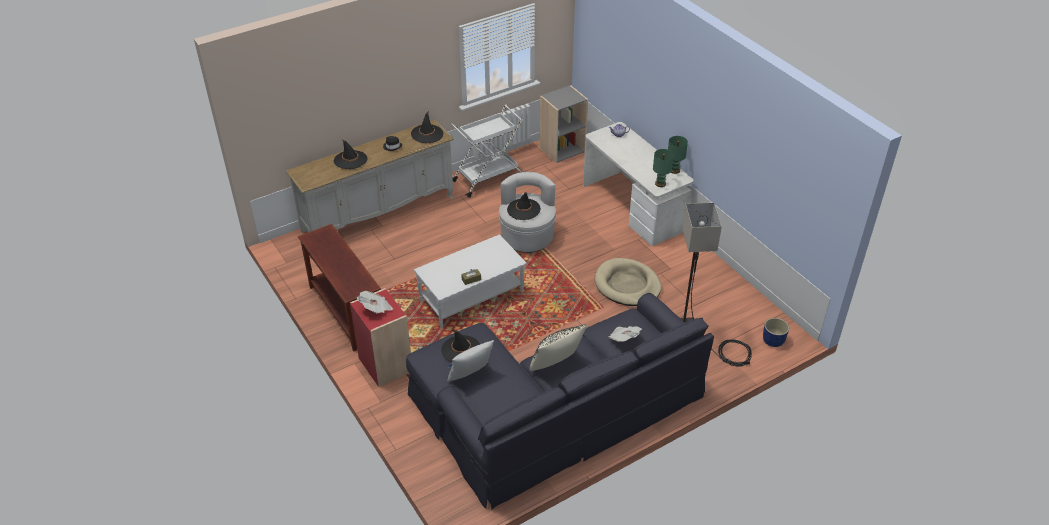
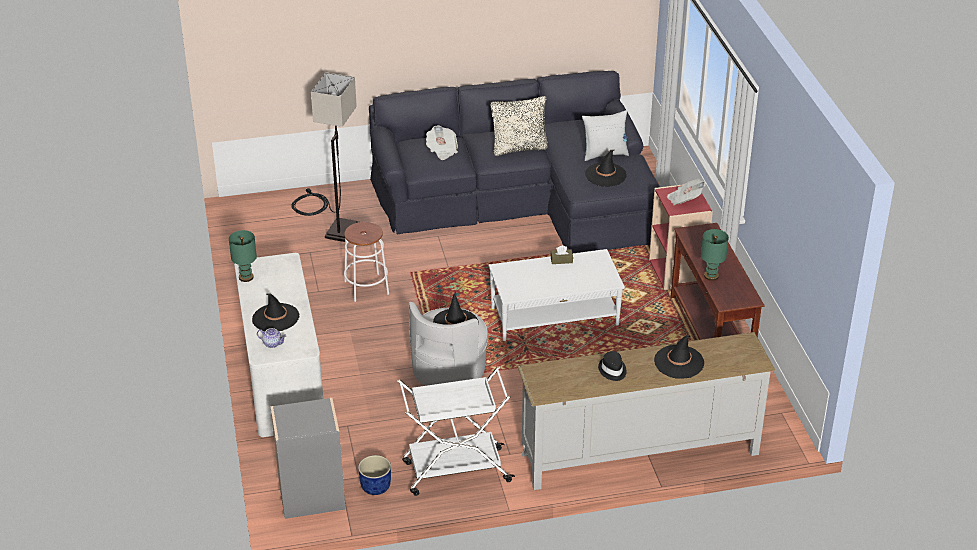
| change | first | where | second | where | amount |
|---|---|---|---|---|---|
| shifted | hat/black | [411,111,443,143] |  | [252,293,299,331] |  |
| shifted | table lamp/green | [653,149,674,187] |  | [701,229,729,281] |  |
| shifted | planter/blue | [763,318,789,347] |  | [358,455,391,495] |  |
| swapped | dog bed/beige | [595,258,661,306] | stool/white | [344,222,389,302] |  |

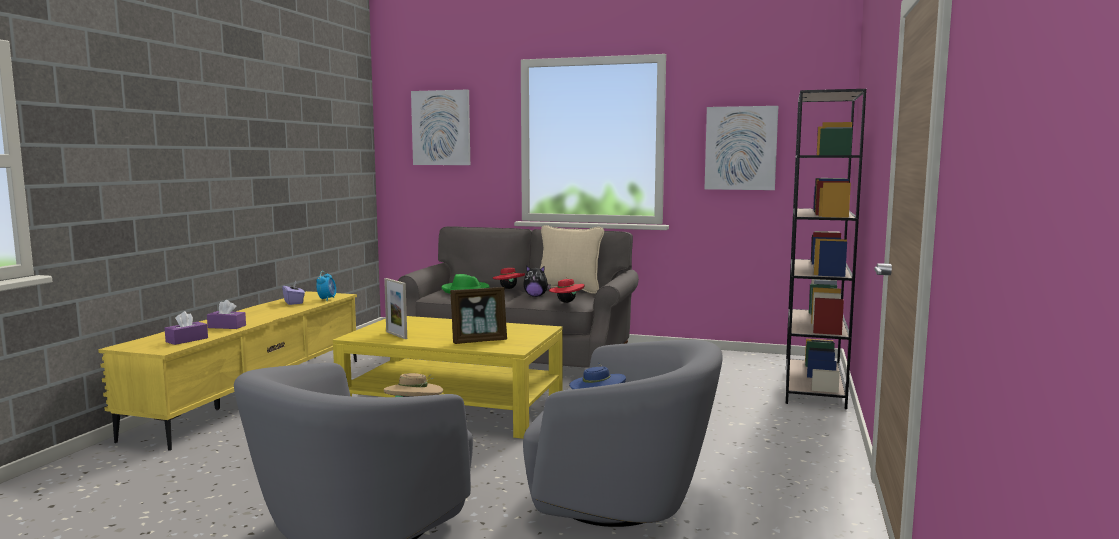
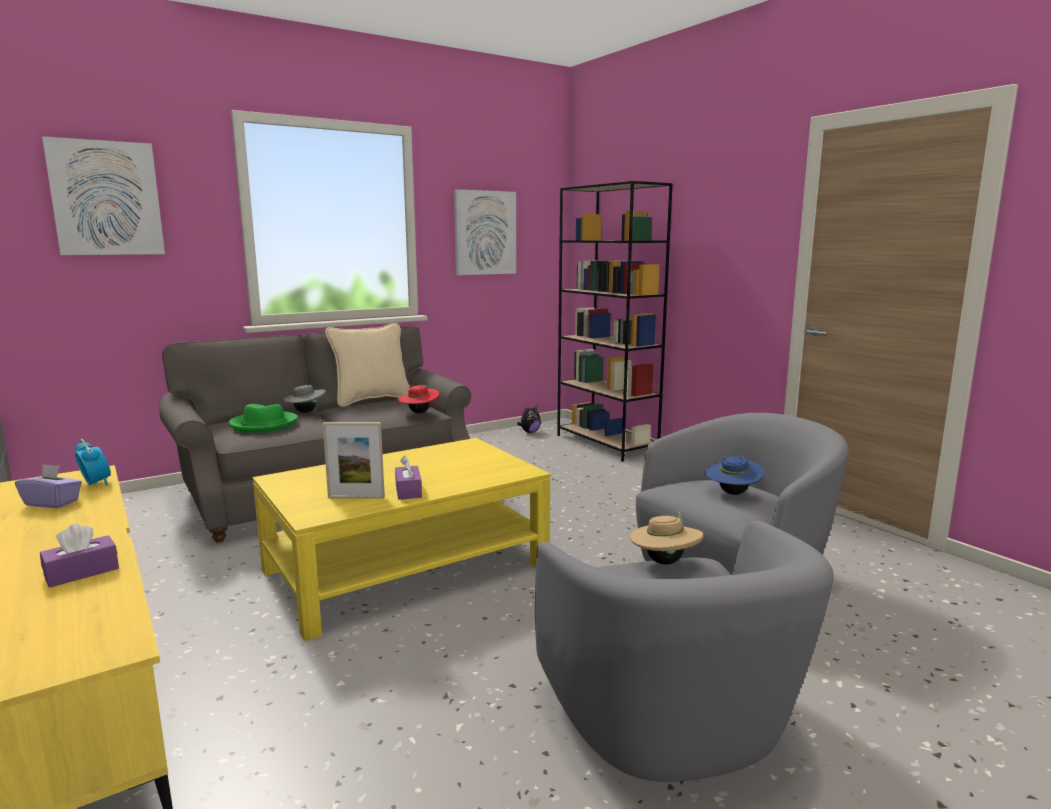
| change | first | where | second | where | amount |
|---|---|---|---|---|---|
| gone | picture frame | [450,287,507,344] |  |  |  |
| shifted | tissue box/purple | [165,311,208,345] |  | [395,456,422,500] |  |
| shifted | plush toy | [523,266,551,297] |  | [517,405,541,433] |  |
| repainted | hat/red | [493,266,525,289] | hat/grey | [283,383,326,413] |  |

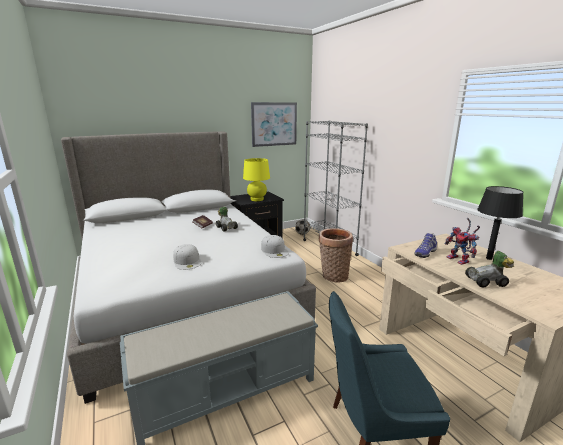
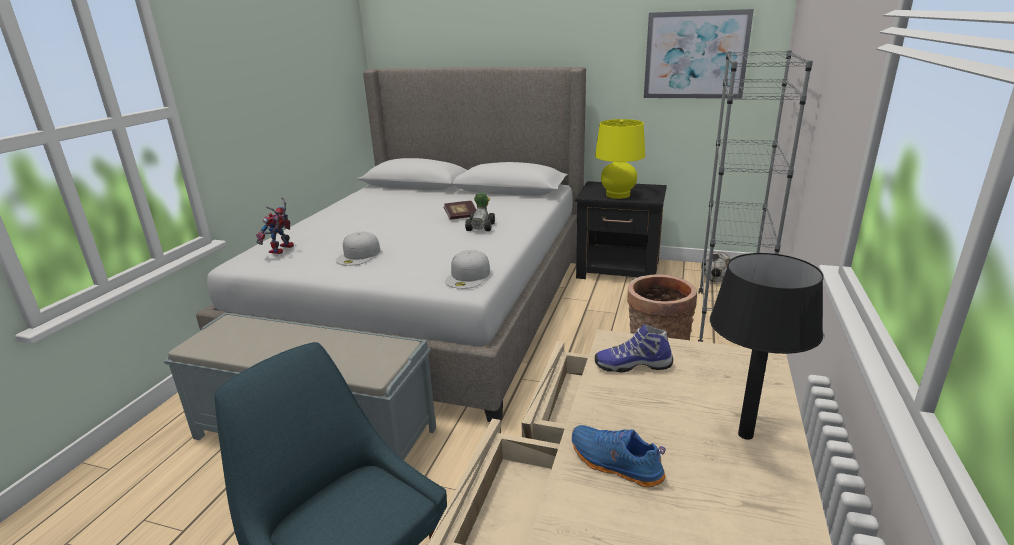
| change | first | where | second | where | amount |
|---|---|---|---|---|---|
| shifted | toy robot | [444,218,480,265] |  | [256,197,294,254] |  |
| swapped | toy car | [465,251,514,288] | shoe/blue | [572,425,666,487] |  |

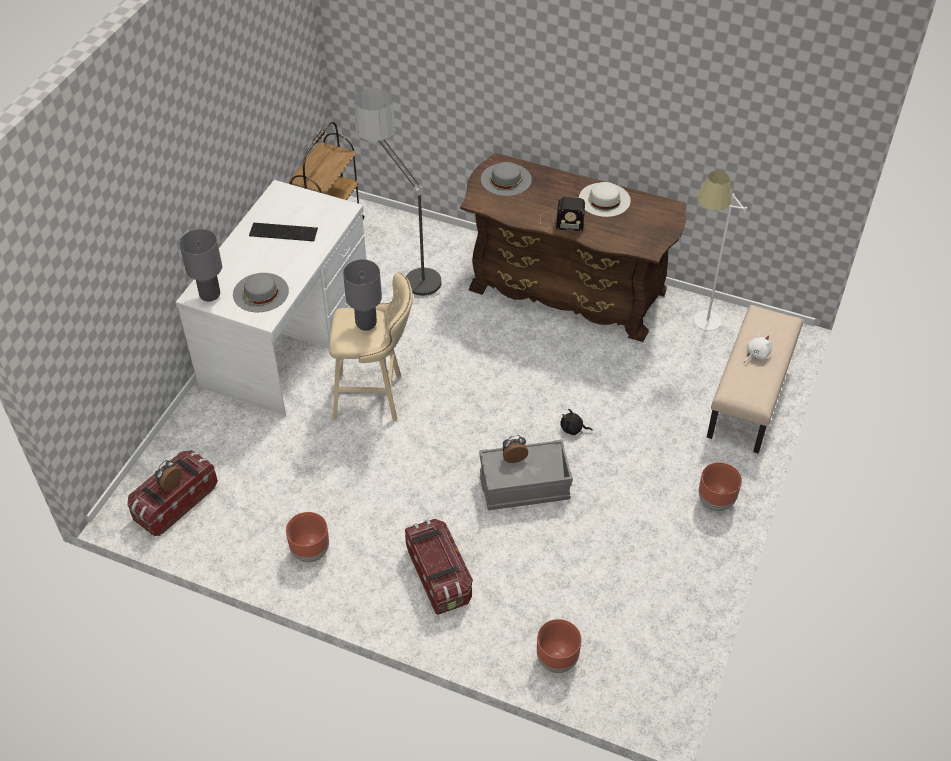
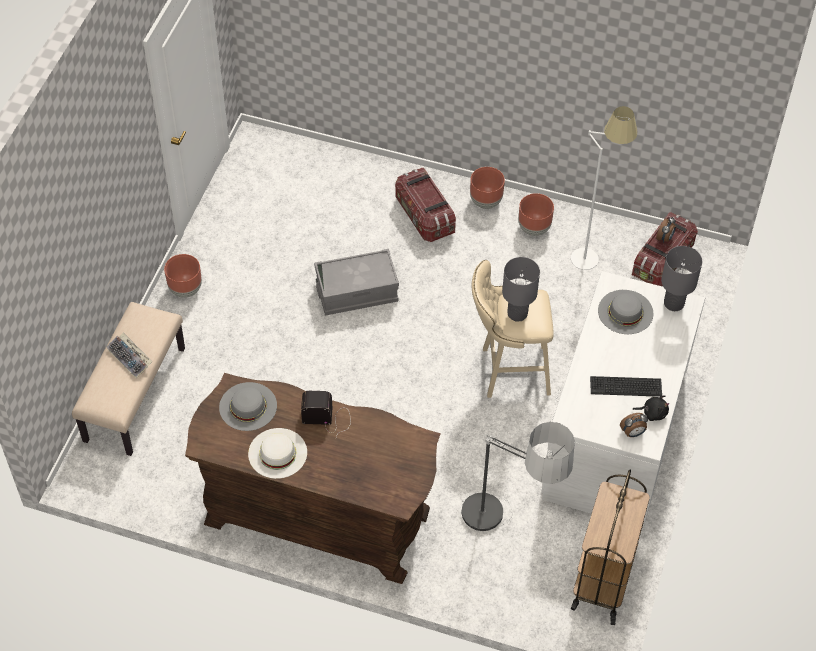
| change | first | where | second | where | amount |
|---|---|---|---|---|---|
| shifted | hat/grey | [481,162,532,196] |  | [219,382,277,431] |  |
| shifted | alarm clock | [503,435,528,463] |  | [620,413,648,437] |  |
| shifted | planter/brown | [537,619,582,673] |  | [470,167,505,209] |  |
| shifted | plush toy/black | [560,409,593,435] |  | [632,395,669,421] |  |
| shifted | floor lamp/white | [694,171,747,331] |  | [571,106,637,270] |  |
| swapped | plush toy/white | [744,333,772,363] | keyboard | [107,333,152,379] |  |

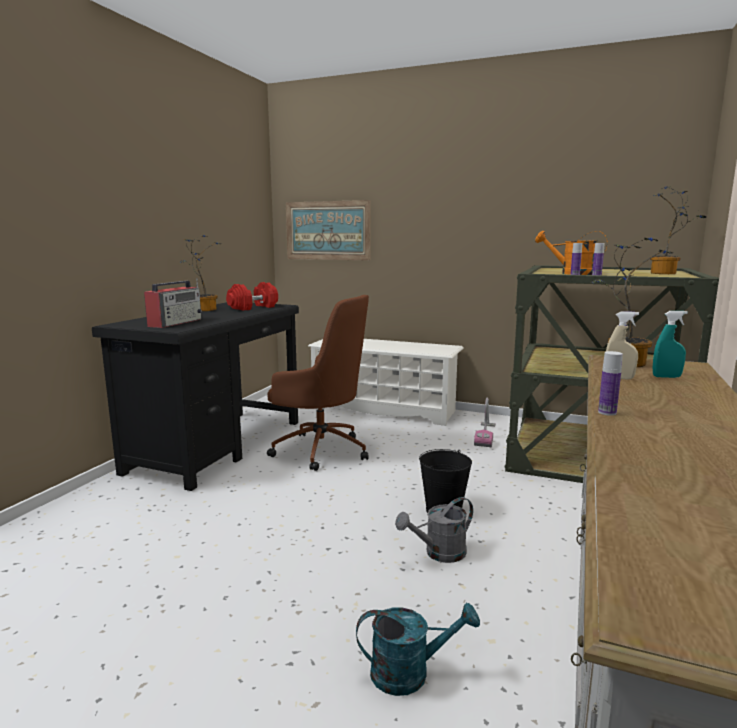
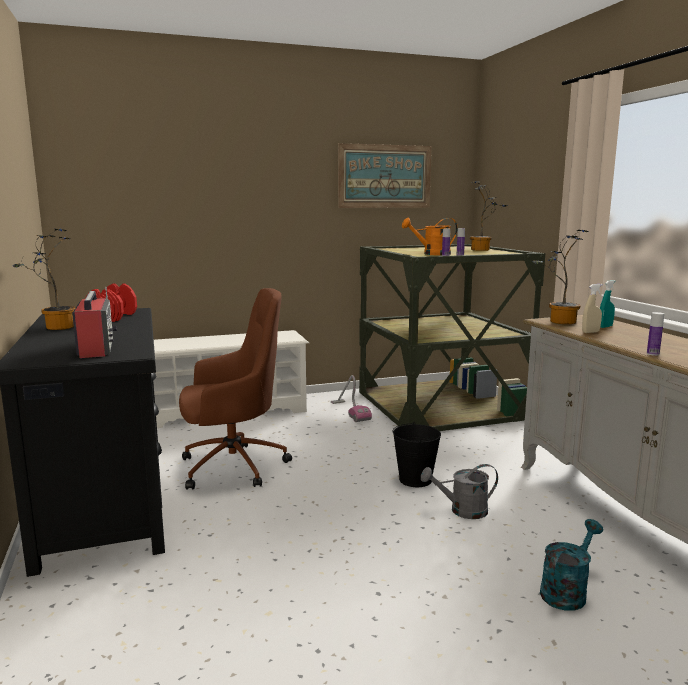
| change | first | where | second | where | amount |
|---|---|---|---|---|---|
| shifted | picture | [286,200,371,261] |  | [338,143,432,208] |  |
| rotated | watering can/grey | [395,497,473,563] |  | [421,464,498,519] | 60 degrees clockwise |

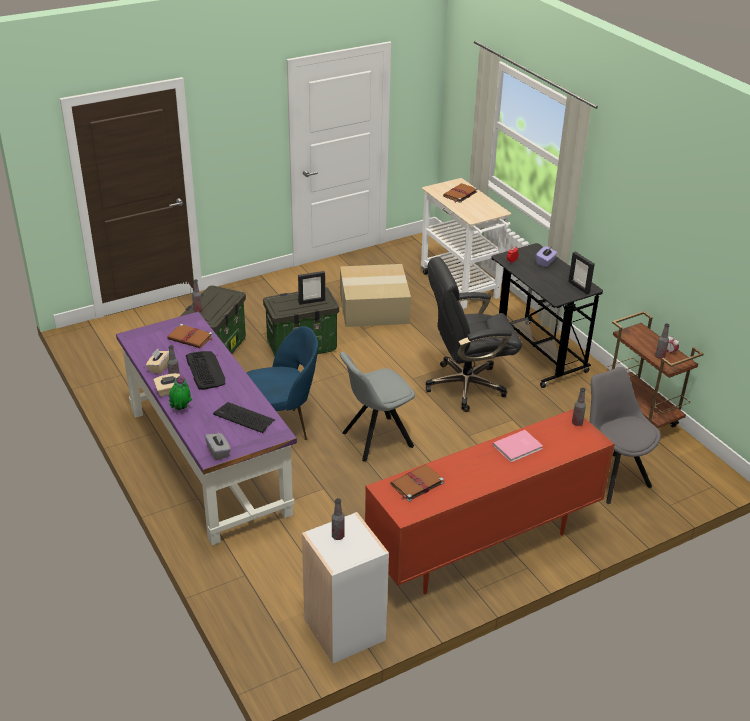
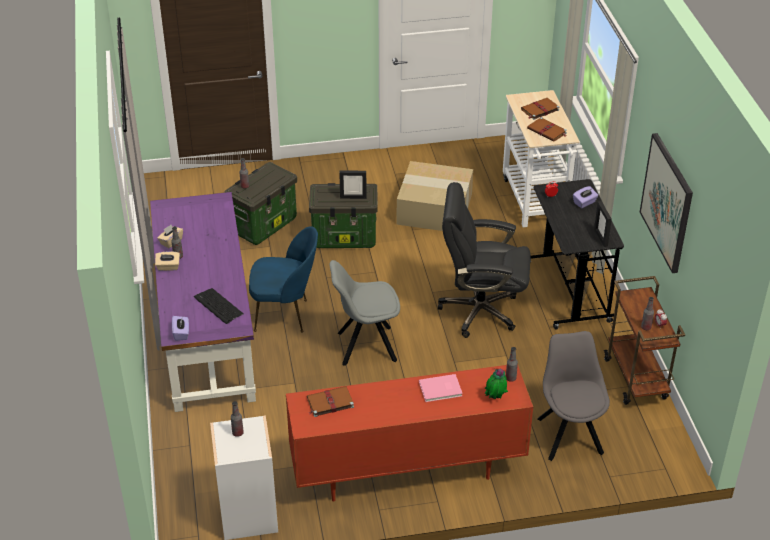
| change | first | where | second | where | amount |
|---|---|---|---|---|---|
| gone | keyboard | [186,351,225,390] |  |  |  |
| new |  |  | picture | [640,133,693,273] |  |
| shifted | book/brown | [167,324,213,348] |  | [527,117,567,142] |  |
| shifted | potted plant | [169,376,192,410] |  | [485,369,508,399] |  |
| repainted | tissue box/grey | [205,431,231,460] | tissue box/purple | [172,316,189,341] |  |

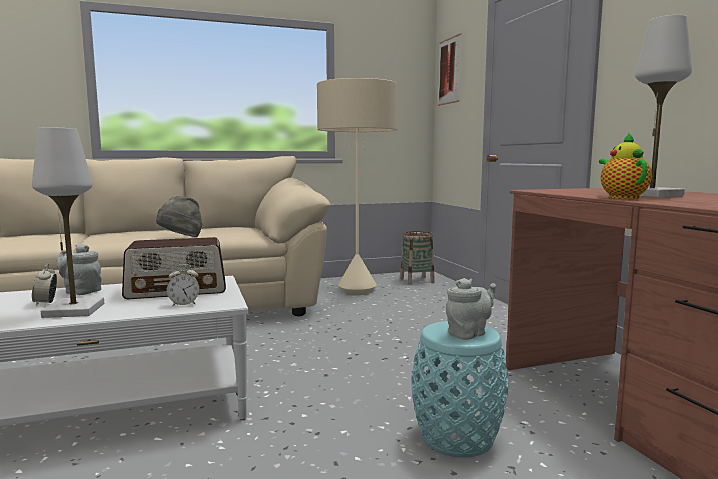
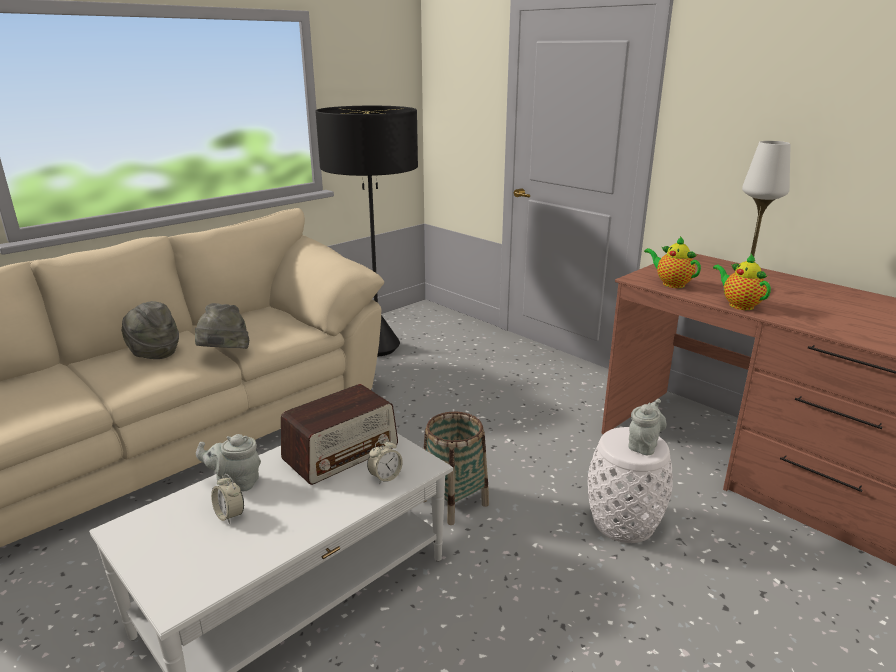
| change | first | where | second | where | amount |
|---|---|---|---|---|---|
| gone | table lamp/white | [32,127,104,318] |  |  |  |
| gone | picture | [438,33,461,106] |  |  |  |
| new |  |  | hat/grey | [122,301,179,359] |  |
| new |  |  | teapot | [644,236,701,288] |  |
| shifted | basket | [400,231,435,285] |  | [423,412,489,525] |  |
| repainted | floor lamp/beige | [317,78,398,294] | floor lamp/black | [316,106,418,356] |  |
| repainted | stool/turquoise | [411,321,508,458] | stool/white | [588,427,673,543] |  |

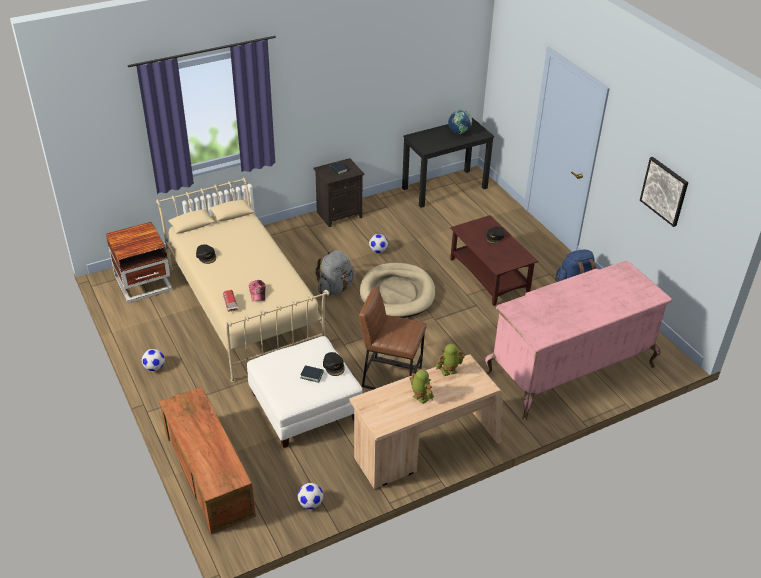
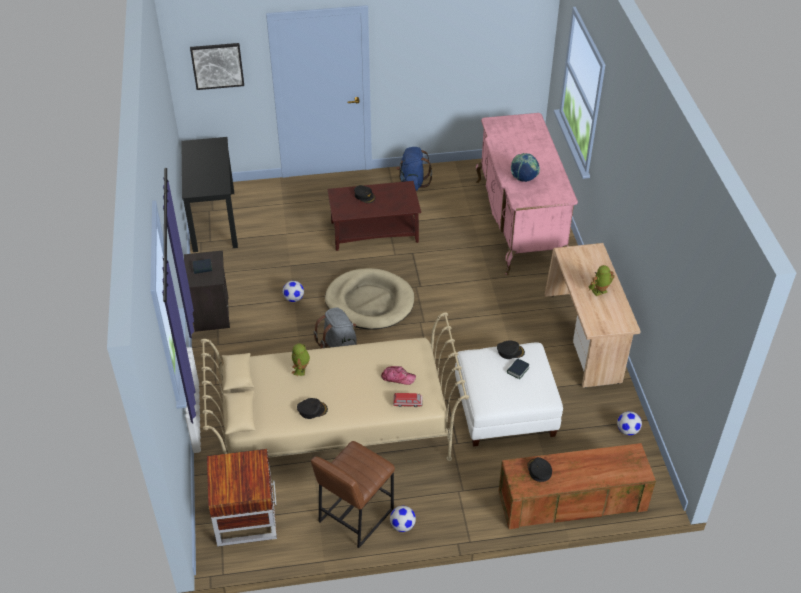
| change | first | where | second | where | amount |
|---|---|---|---|---|---|
| new |  |  | cap/black | [528,457,552,482] |  |
| shifted | chair/brown | [359,287,427,390] |  | [311,441,395,548] |  |
| shifted | toy robot | [436,344,465,376] |  | [291,344,310,377] |  |
| shifted | globe | [448,110,472,134] |  | [511,153,540,182] |  |
| shifted | picture | [640,157,688,227] |  | [190,43,244,90] |  |

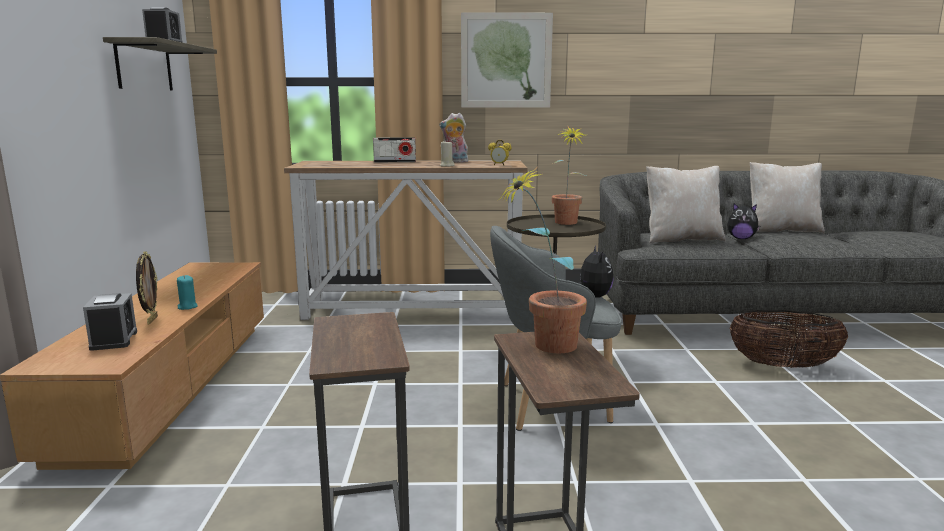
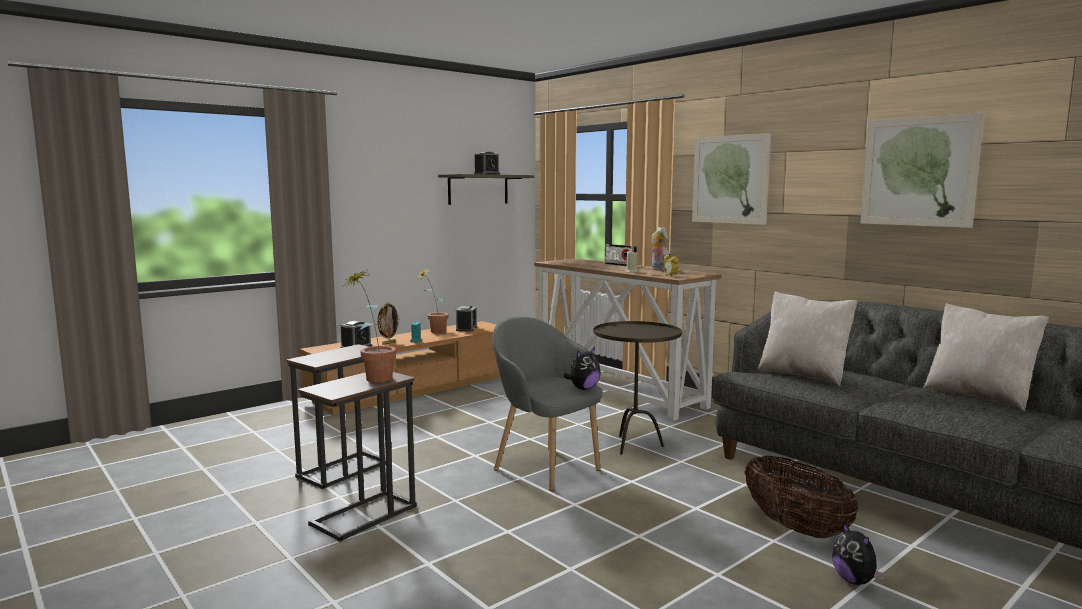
| change | first | where | second | where | amount |
|---|---|---|---|---|---|
| new |  |  | alarm clock | [456,306,477,331] |  |
| new |  |  | picture | [861,113,984,228] |  |
| shifted | potted plant | [552,127,586,225] |  | [417,270,449,333] |  |
| shifted | plush toy | [727,203,760,239] |  | [832,522,885,585] |  |

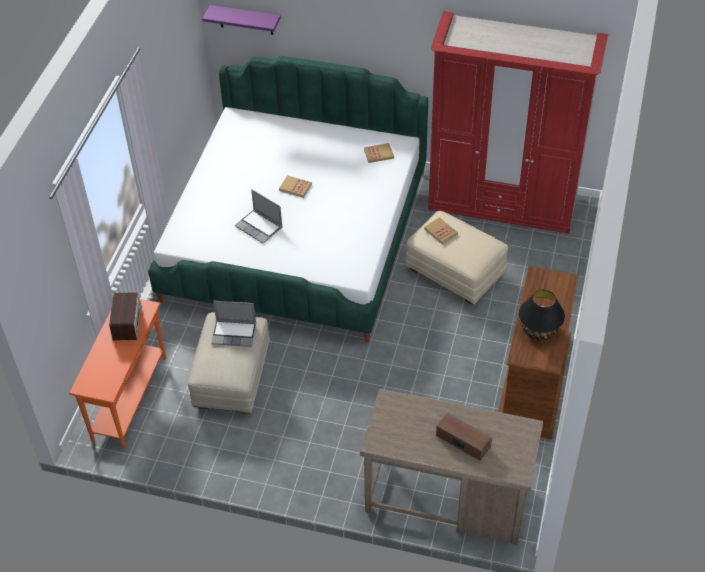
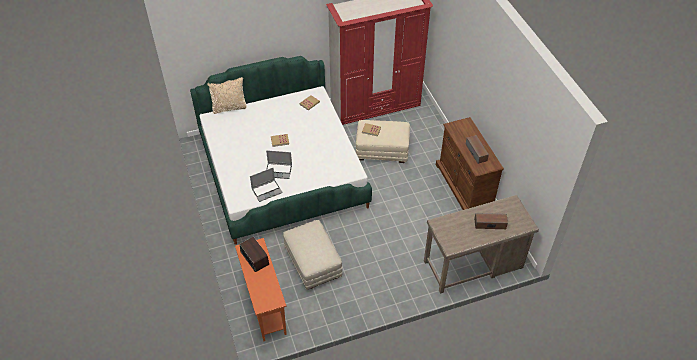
| change | first | where | second | where | amount |
|---|---|---|---|---|---|
| gone | shelf/purple | [202,5,281,35] |  |  |  |
| new |  |  | pillow/beige | [207,77,247,114] |  |
| shifted | laptop | [211,301,256,347] |  | [250,168,283,202] |  |
| swapped | table lamp/black | [519,290,565,341] | speaker | [466,135,489,164] |  |

